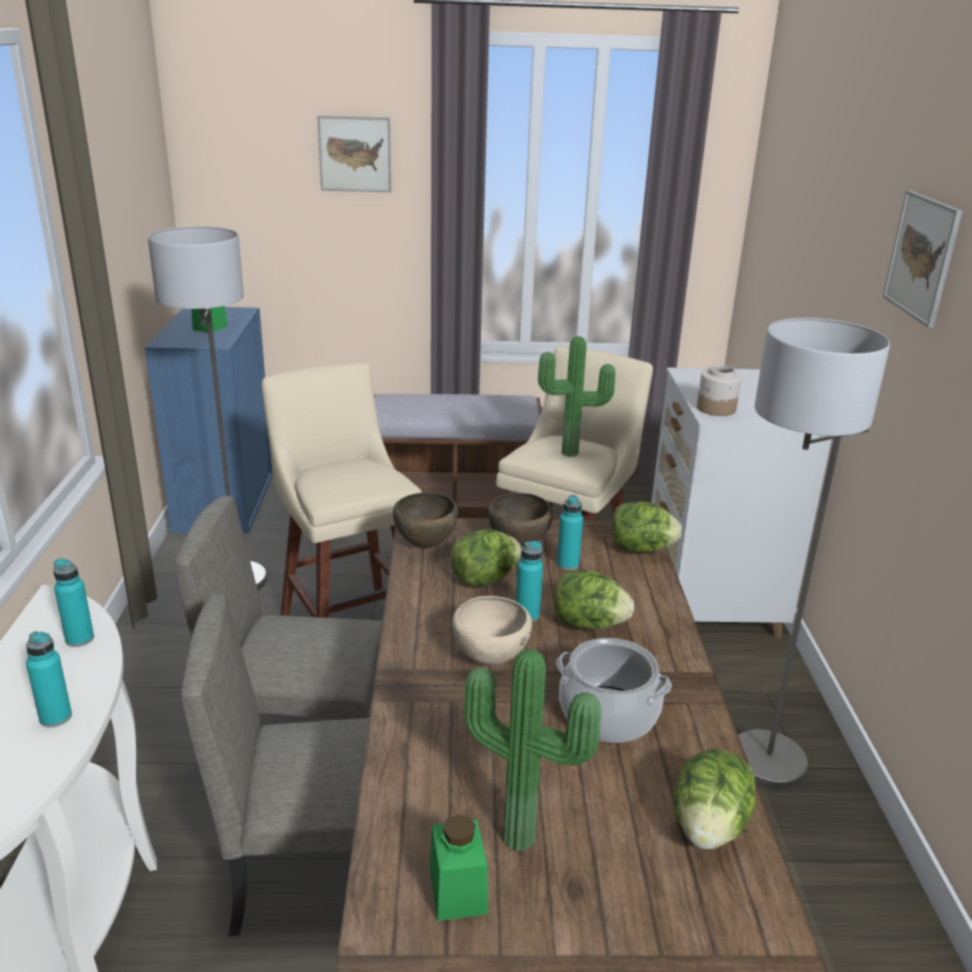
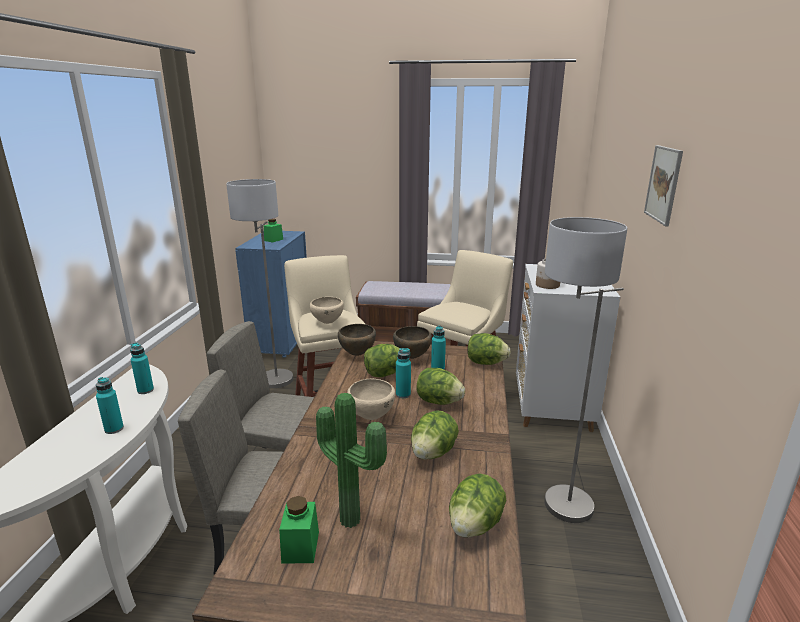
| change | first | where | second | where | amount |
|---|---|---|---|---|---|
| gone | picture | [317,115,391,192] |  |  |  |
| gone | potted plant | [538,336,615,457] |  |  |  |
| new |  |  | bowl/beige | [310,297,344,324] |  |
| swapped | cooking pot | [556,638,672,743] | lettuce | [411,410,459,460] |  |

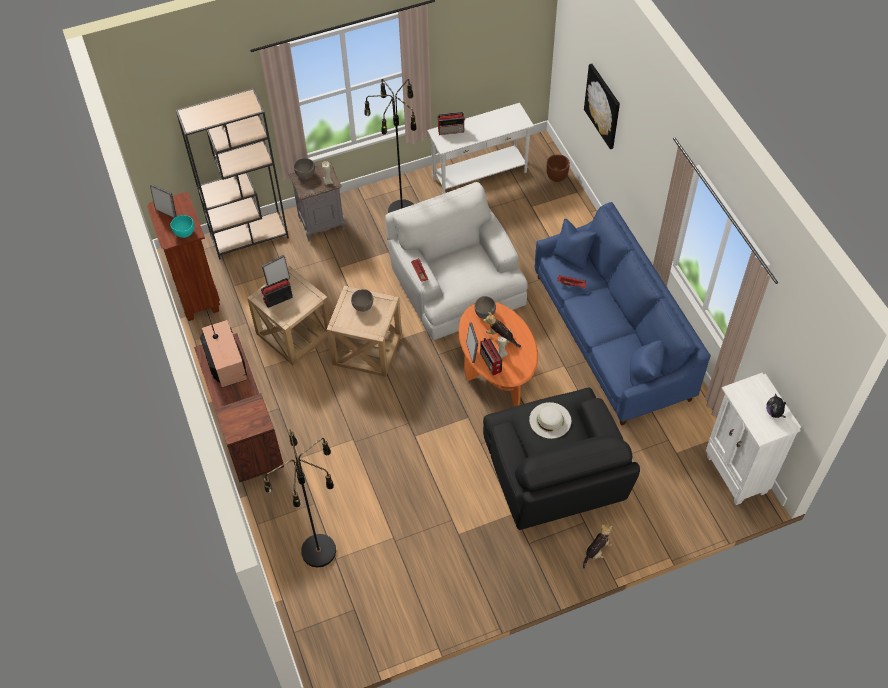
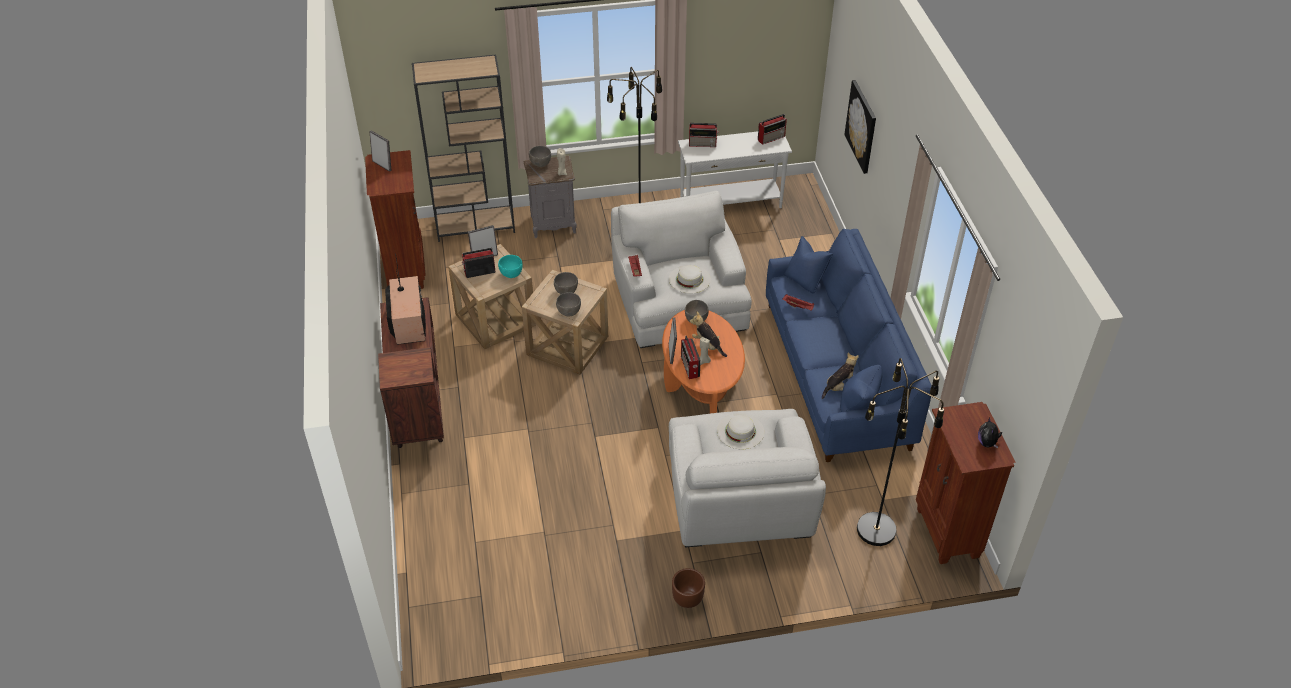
| change | first | where | second | where | amount |
|---|---|---|---|---|---|
| new |  |  | bowl/grey | [556,292,581,316] |  |
| new |  |  | hat/white | [669,265,711,294] |  |
| new |  |  | radio | [758,114,787,145] |  |
| shifted | bowl/turquoise | [170,215,194,238] |  | [498,255,523,278] |  |
| shifted | floor lamp | [264,430,336,568] |  | [857,358,944,546] |  |
| shifted | planter/brown | [547,154,570,182] |  | [672,568,705,608] |  |
| shifted | plush toy | [583,524,612,569] |  | [822,353,859,399] |  |
| repainted | armchair/black | [483,388,640,530] | armchair/white | [669,409,826,547] |  |
| repainted | cabinet/white | [706,373,801,505] | cabinet/brown | [916,402,1016,564] |  |

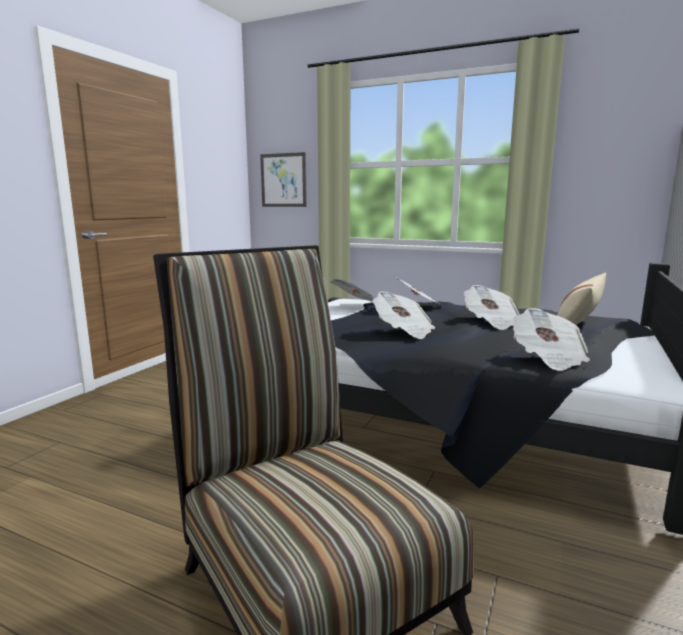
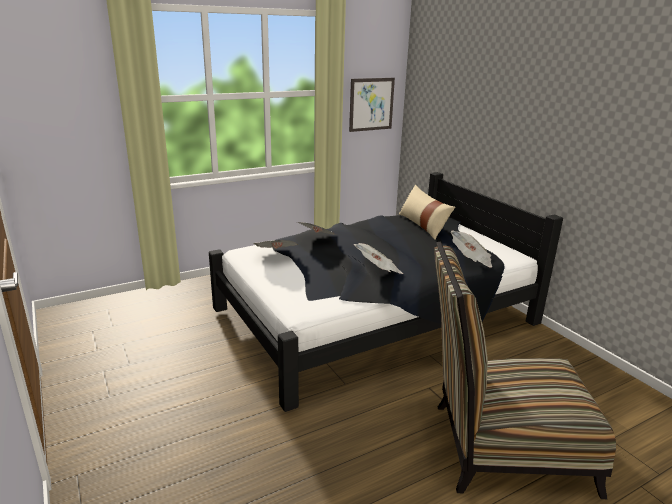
| change | first | where | second | where | amount |
|---|---|---|---|---|---|
| gone | newspaper | [464,285,520,330] |  |  |  |
| shifted | picture | [260,152,307,207] |  | [349,78,395,132] |  |

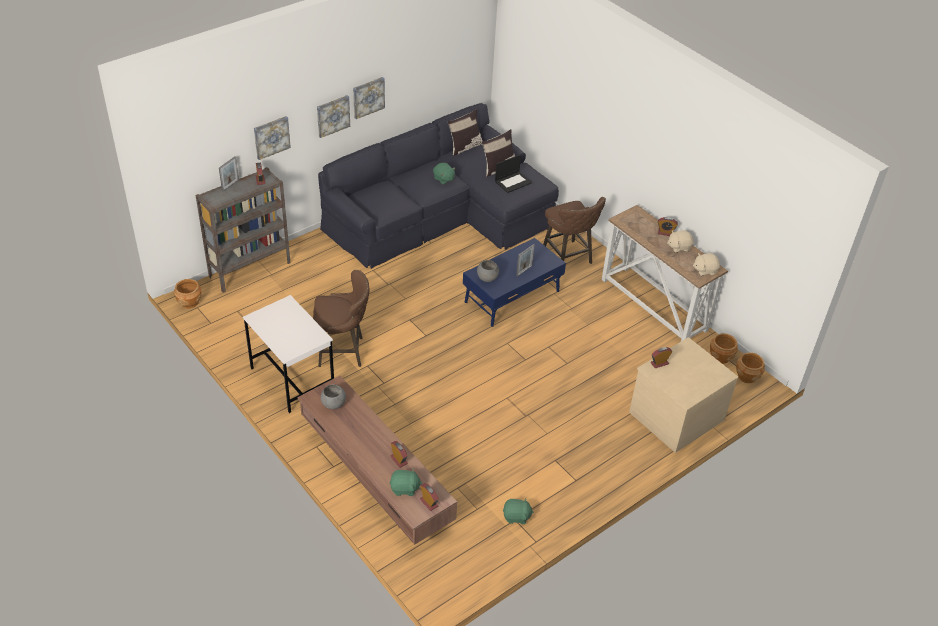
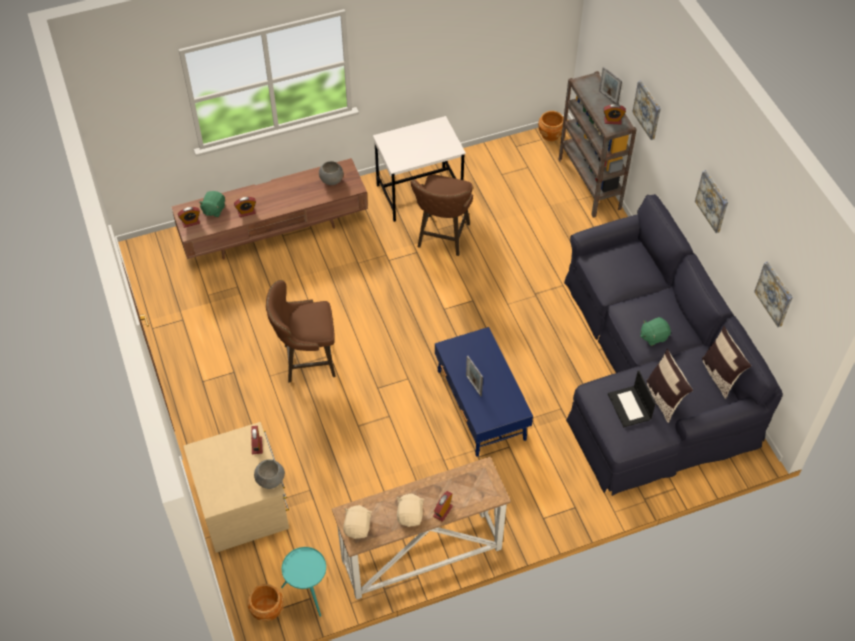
| change | first | where | second | where | amount |
|---|---|---|---|---|---|
| gone | plush toy/green | [503,498,534,524] |  |  |  |
| shifted | picture | [317,95,350,138] |  | [754,262,793,327] |  |
| shifted | bowl/grey | [477,260,499,282] |  | [254,459,285,489] |  |
| shifted | stool/brown | [543,197,606,264] |  | [266,280,336,383] |  |
| swapped | planter/brown | [710,333,738,364] | side table/turquoise | [281,547,326,617] |  |

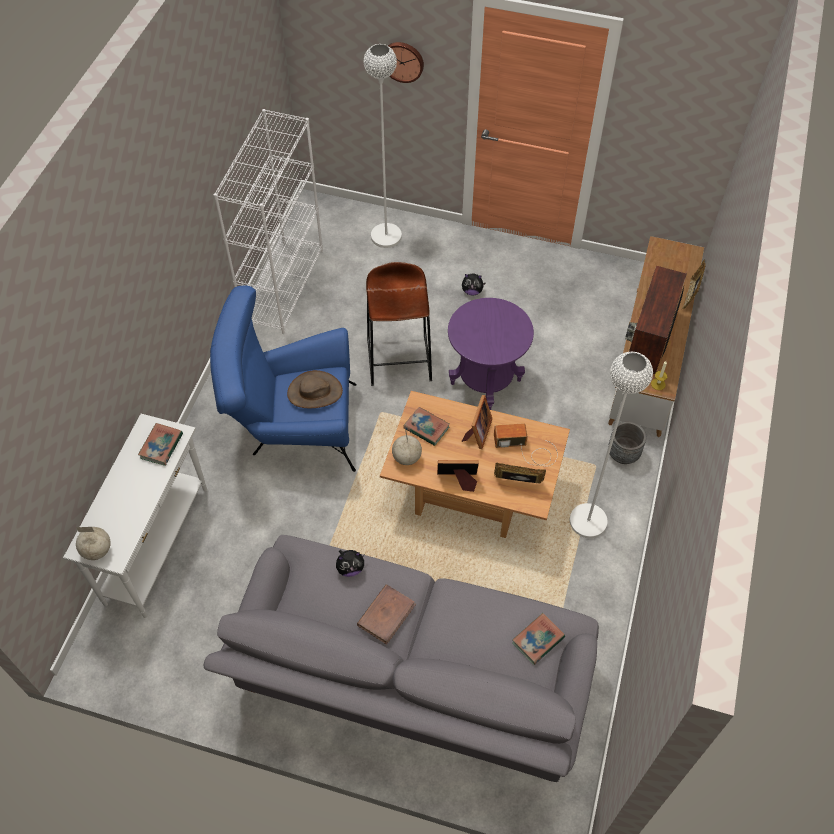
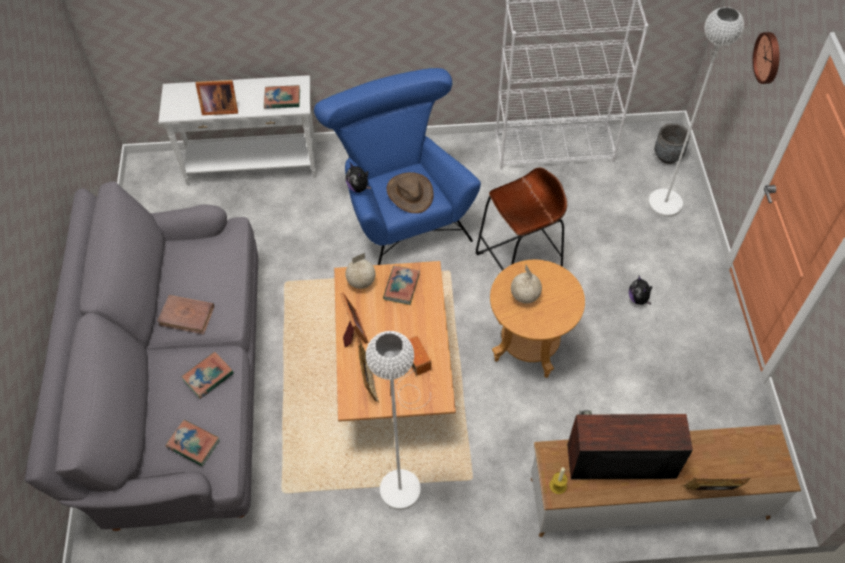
| change | first | where | second | where | amount |
|---|---|---|---|---|---|
| new |  |  | book | [181,352,234,399] |  |
| shifted | globe | [76,527,111,560] |  | [511,265,542,303] |  |
| shifted | plush toy | [336,550,365,577] |  | [346,163,371,193] |  |
| shifted | picture frame | [462,395,492,449] |  | [195,80,238,115] |  |
| shifted | planter/grey | [608,421,646,464] |  | [654,123,690,164] |  |
| repainted | side table/purple | [448,298,534,410] | side table/brown | [490,259,585,378] |  |

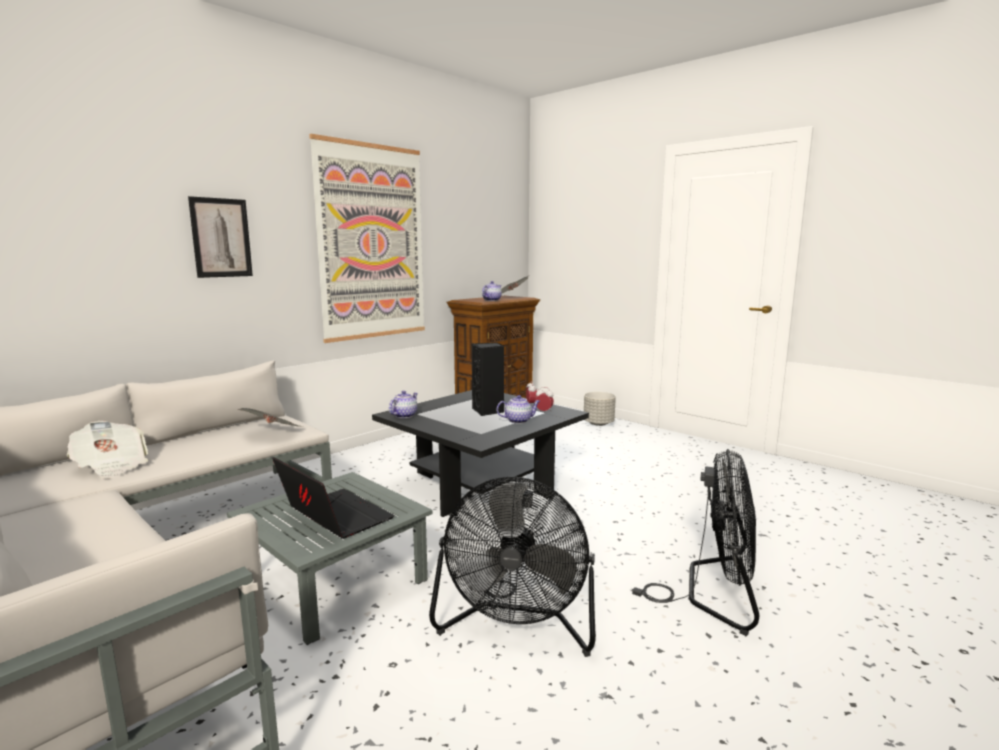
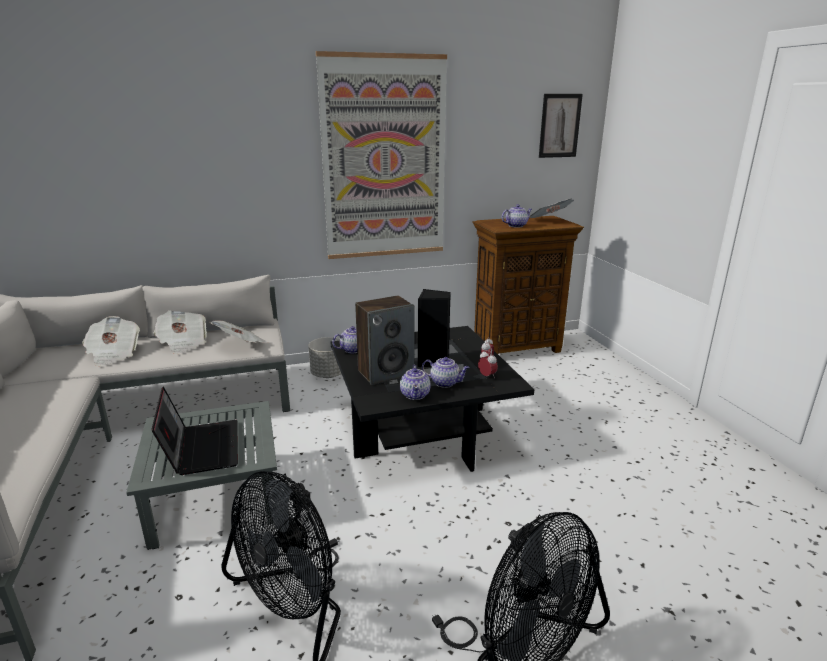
| change | first | where | second | where | amount |
|---|---|---|---|---|---|
| new |  |  | newspaper | [154,310,207,354] |  |
| new |  |  | speaker | [355,295,415,385] |  |
| new |  |  | teapot | [400,365,431,400] |  |
| shifted | picture | [188,196,253,278] |  | [539,94,583,158] |  |
| shifted | planter/grey | [584,392,616,426] |  | [308,337,342,378] |  |

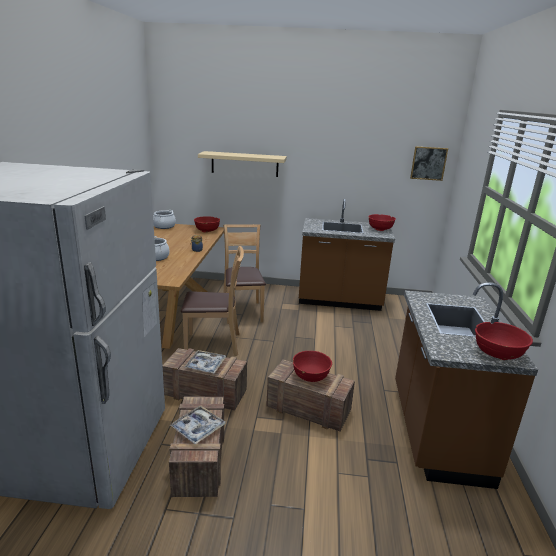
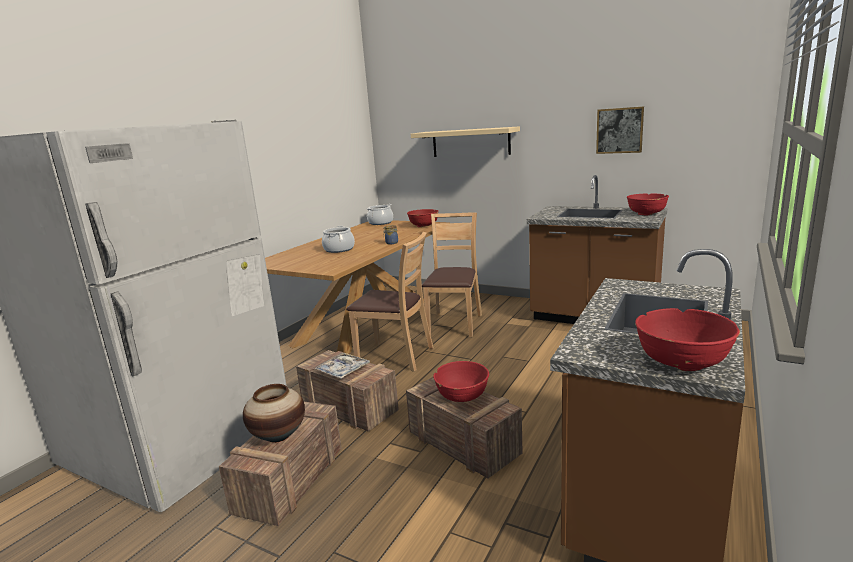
| change | first | where | second | where | amount |
|---|---|---|---|---|---|
| shifted | picture | [410,146,448,181] |  | [596,106,644,154] |  |
| swapped | tray | [169,405,226,445] | vase | [243,384,305,443] |  |

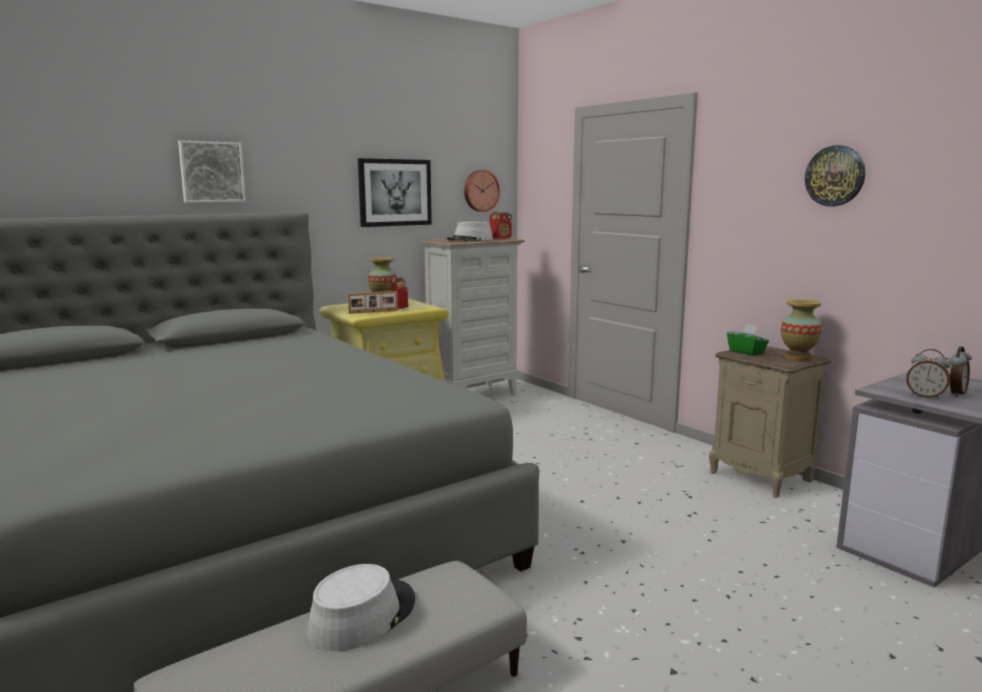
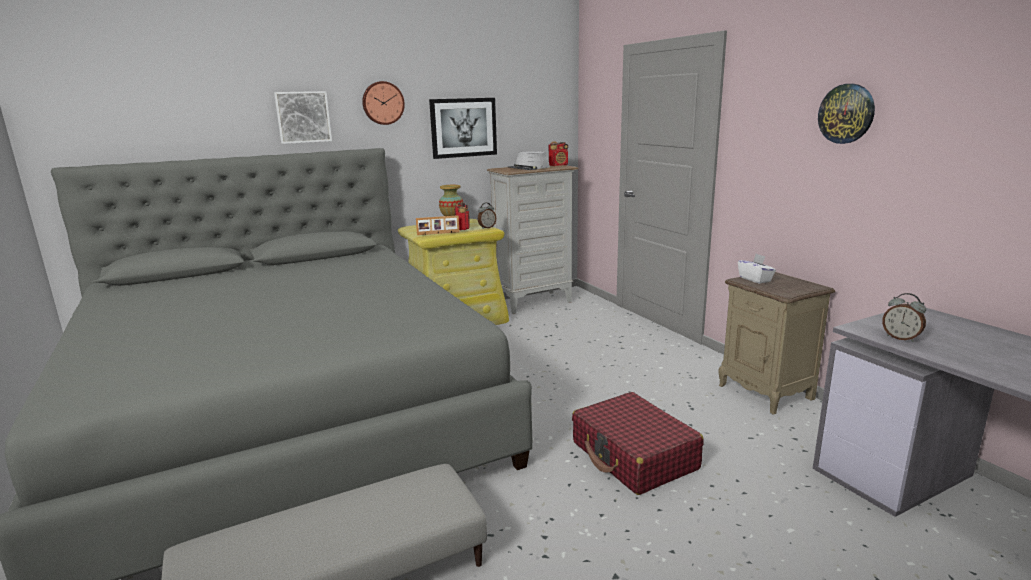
| change | first | where | second | where | amount |
|---|---|---|---|---|---|
| gone | hat/grey | [307,564,415,651] |  |  |  |
| gone | vase | [781,299,822,361] |  |  |  |
| new |  |  | suitcase/red | [572,392,704,495] |  |
| shifted | wall clock | [464,170,500,212] |  | [362,81,405,125] |  |
| shifted | alarm clock | [949,347,972,396] |  | [478,203,496,229] |  |
| repainted | tissue box/green | [727,324,769,355] | tissue box/white | [738,254,776,284] |  |

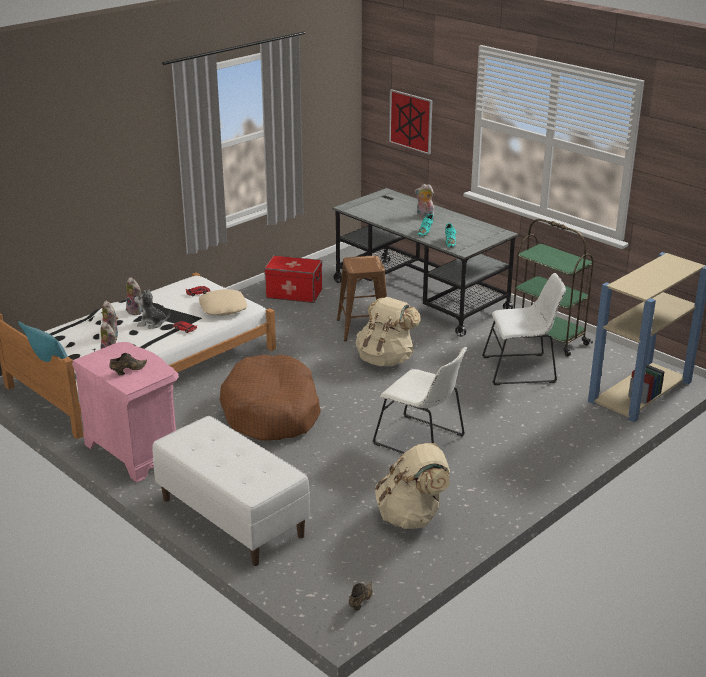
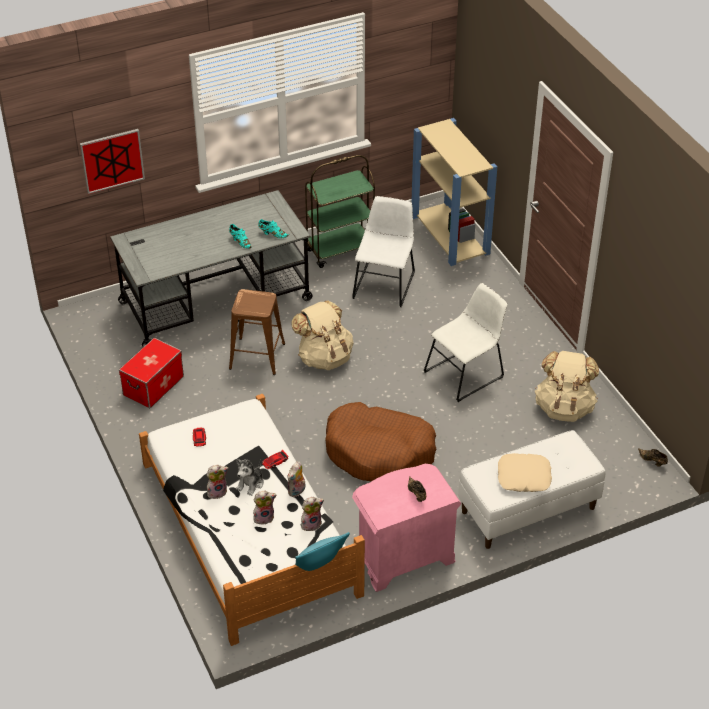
| change | first | where | second | where | amount |
|---|---|---|---|---|---|
| shifted | pillow/beige | [199,289,248,315] |  | [498,453,552,492] |  |
| shifted | plush toy | [415,184,434,217] |  | [287,461,305,497] |  |

